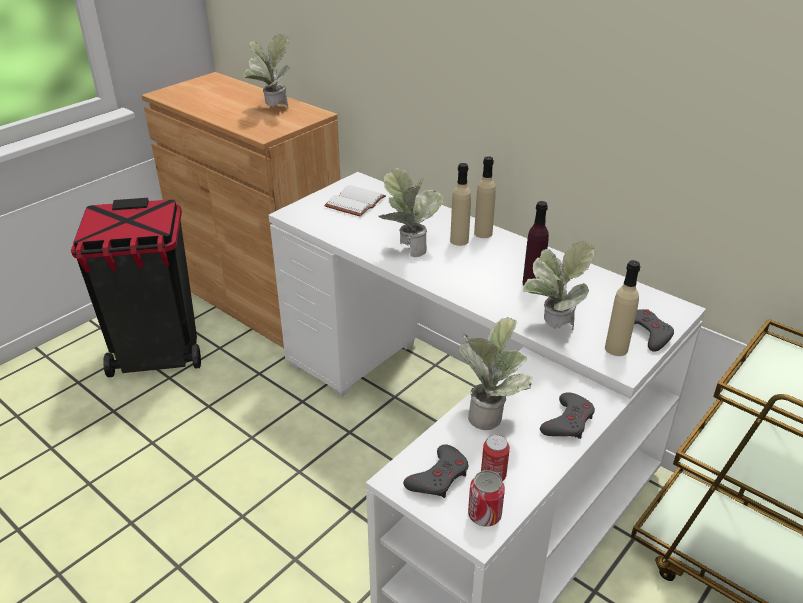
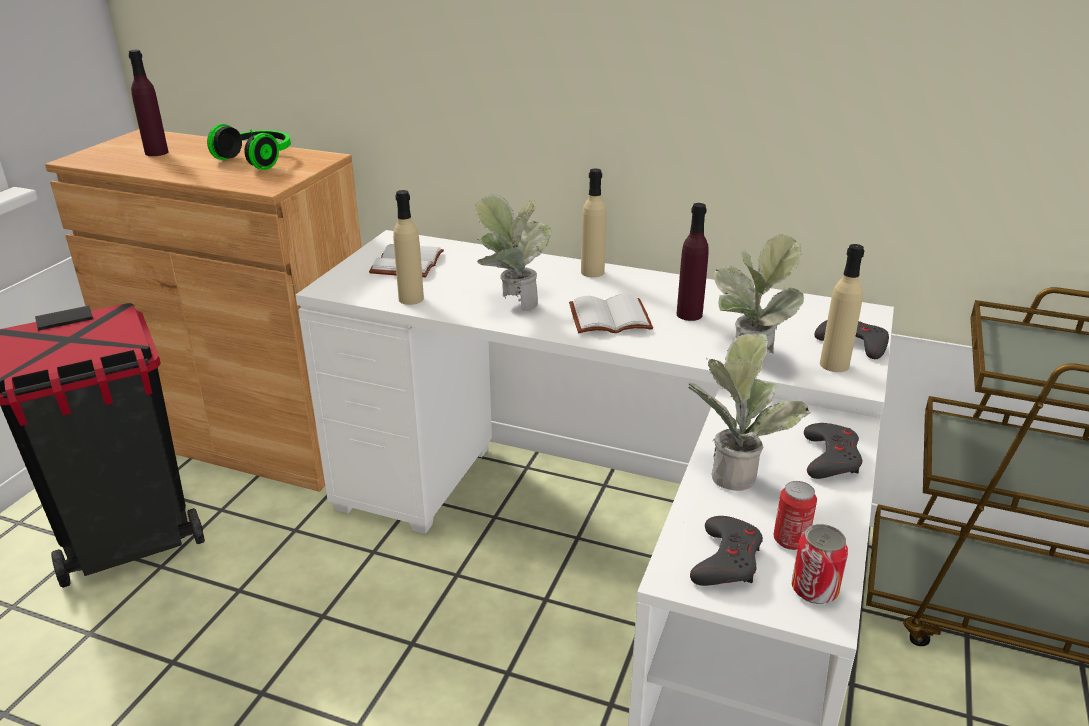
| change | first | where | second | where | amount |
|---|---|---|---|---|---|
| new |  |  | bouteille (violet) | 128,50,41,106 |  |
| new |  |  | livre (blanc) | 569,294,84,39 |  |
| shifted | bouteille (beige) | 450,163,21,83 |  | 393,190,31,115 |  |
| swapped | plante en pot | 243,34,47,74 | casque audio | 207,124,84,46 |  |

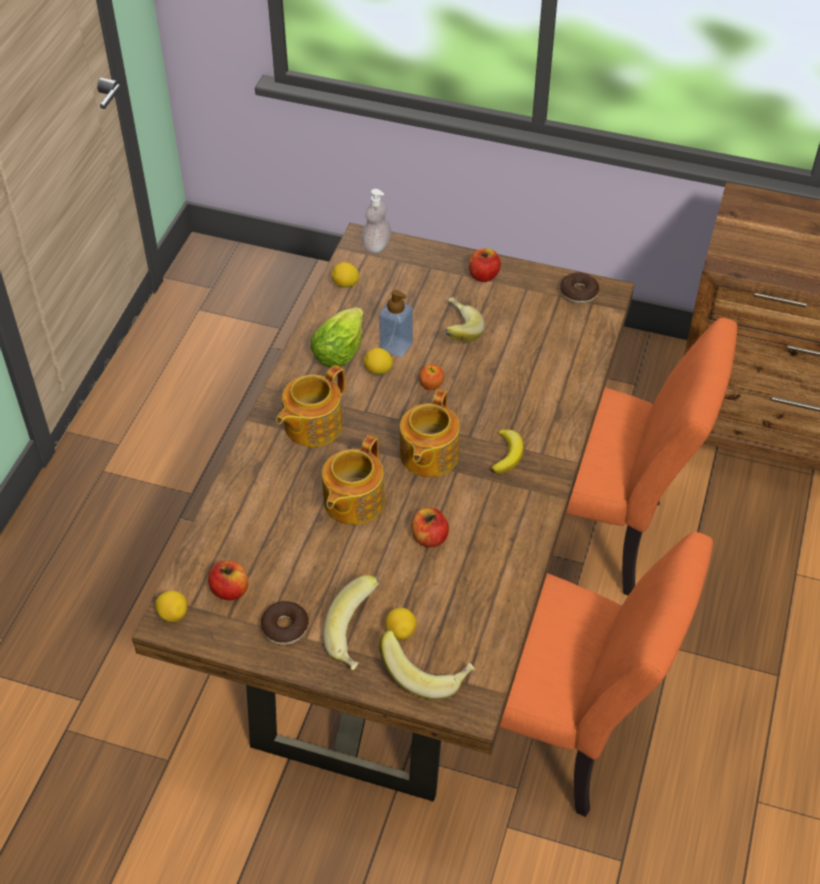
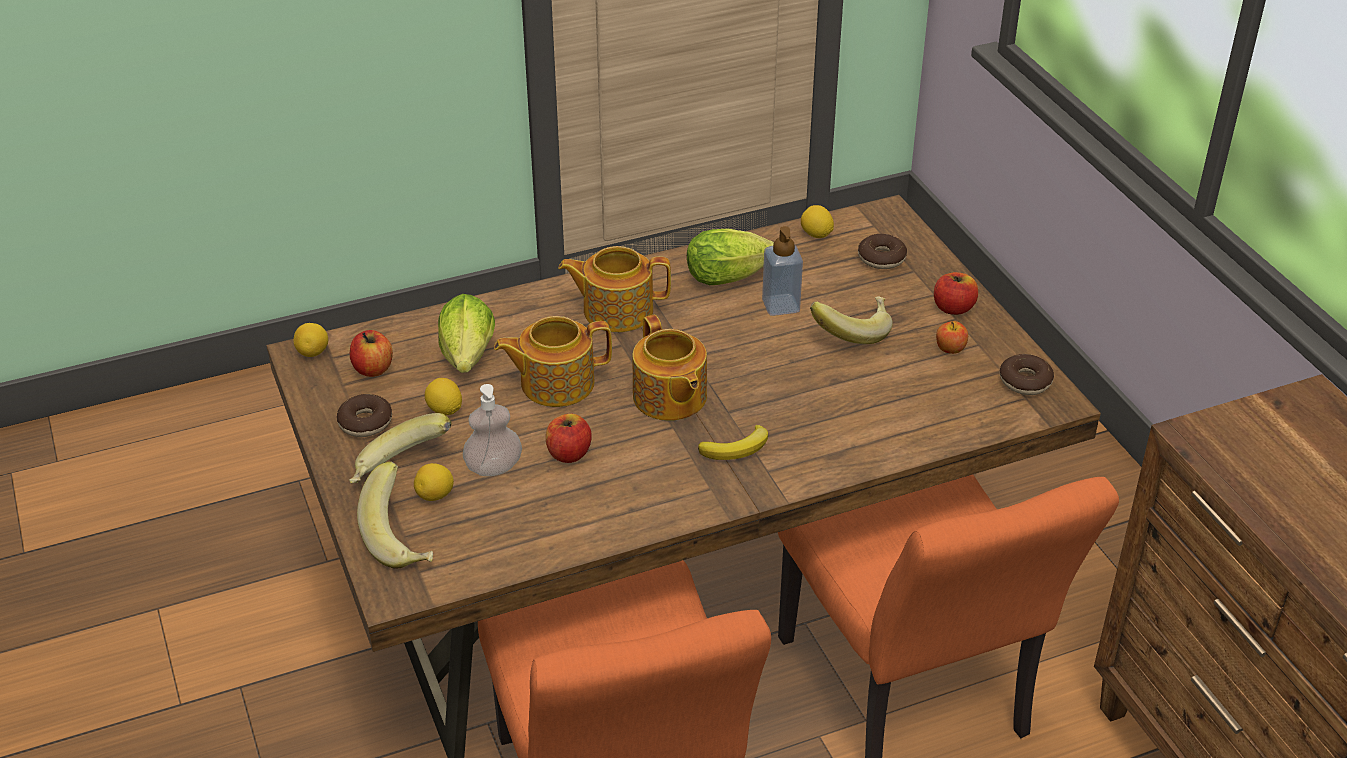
| change | first | where | second | where | amount |
|---|---|---|---|---|---|
| new |  |  | laitue | 438,294,57,79 |  |
| new |  |  | beignet | 858,234,49,35 |  |
| shifted | distributeur de savon | 362,189,29,64 |  | 463,384,59,92 |  |
| shifted | citron | 364,348,29,26 |  | 425,378,37,37 |  |
| shifted | pomme | 419,364,25,26 |  | 936,321,32,33 |  |
| rotated | théière | 400,389,60,88 |  | 632,315,75,106 | 90 degrees counterclockwise |

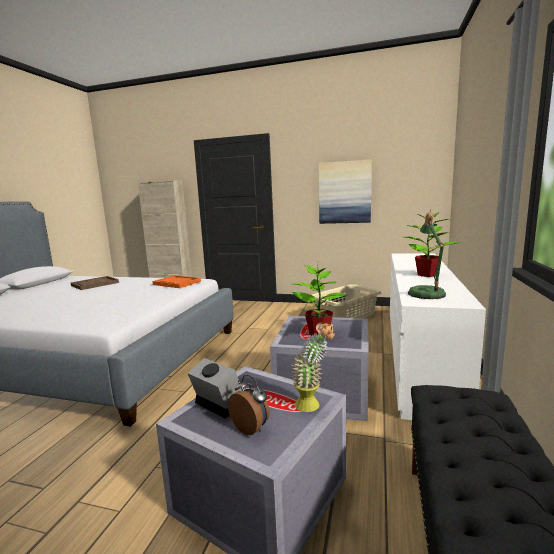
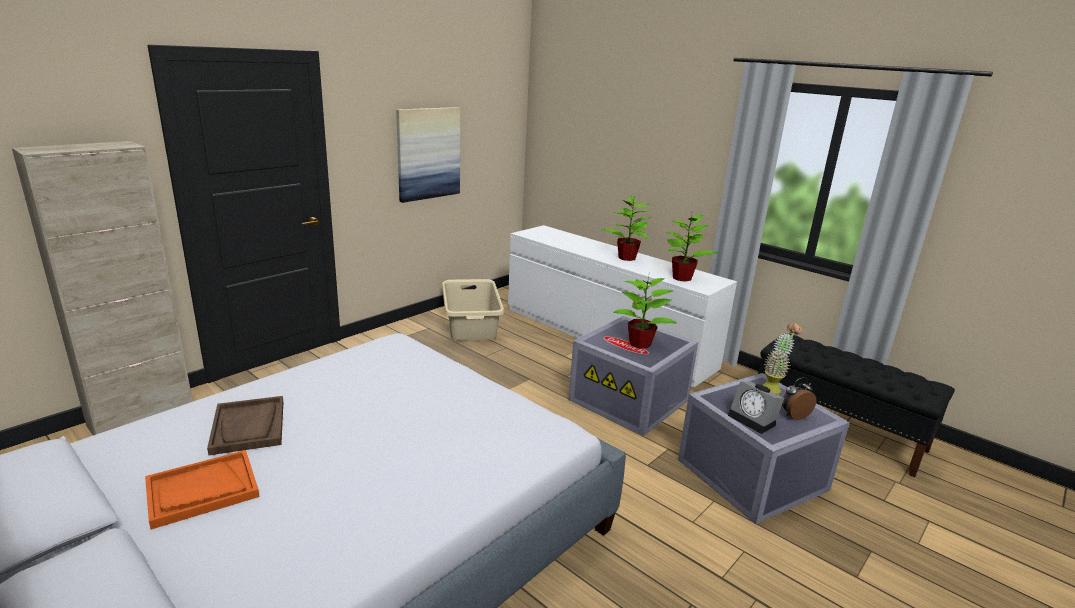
| change | first | where | second | where | amount |
|---|---|---|---|---|---|
| shifted | plateau (orange) | 152,275,49,13 |  | 145,450,115,79 |  |
| swapped | lampe de table | 408,212,38,87 | plante en pot | 666,214,52,68 |  |
| rotated | réveil | 188,358,54,60 |  | 728,381,56,53 | 105 degrees counterclockwise |

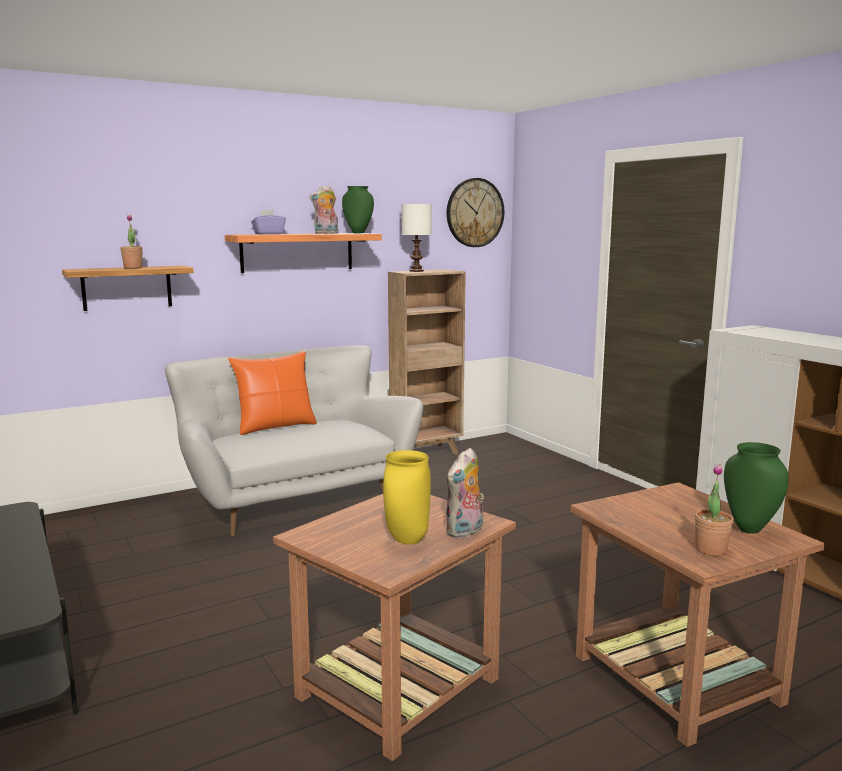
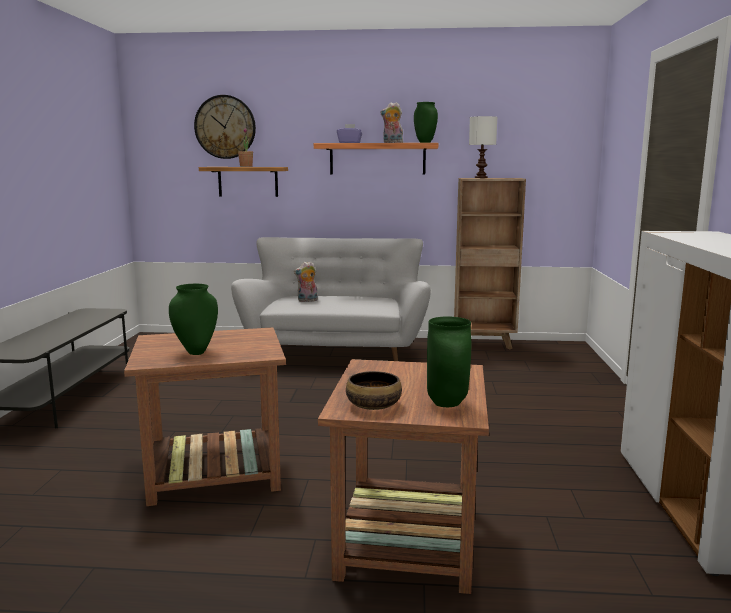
| change | first | where | second | where | amount |
|---|---|---|---|---|---|
| gone | coussin (orange) | 228,351,89,84 |  |  |  |
| shifted | peluche | 445,448,39,90 |  | 294,261,24,41 |  |
| shifted | horloge murale | 447,178,57,69 |  | 194,95,62,64 |  |
| swapped | plante en pot | 695,464,38,92 | bol | 346,371,56,39 |  |
| repainted | vase (jaune) | 383,450,48,94 | vase (vert) | 169,284,49,71 |  |

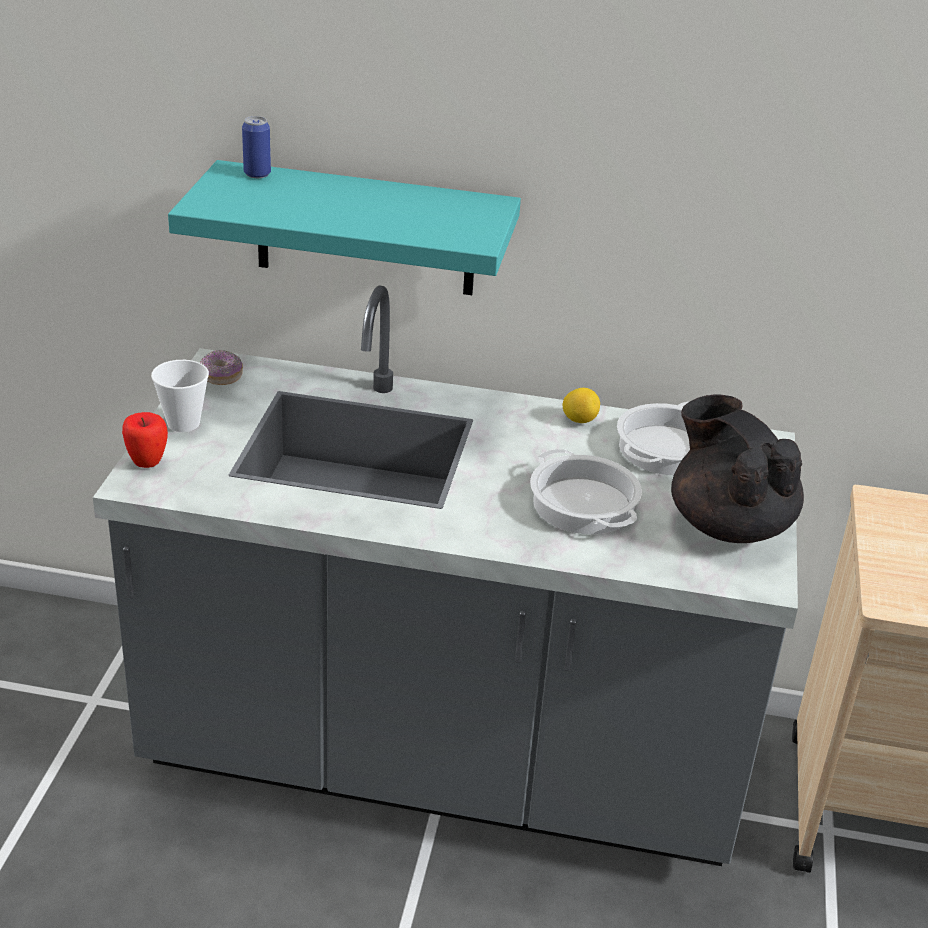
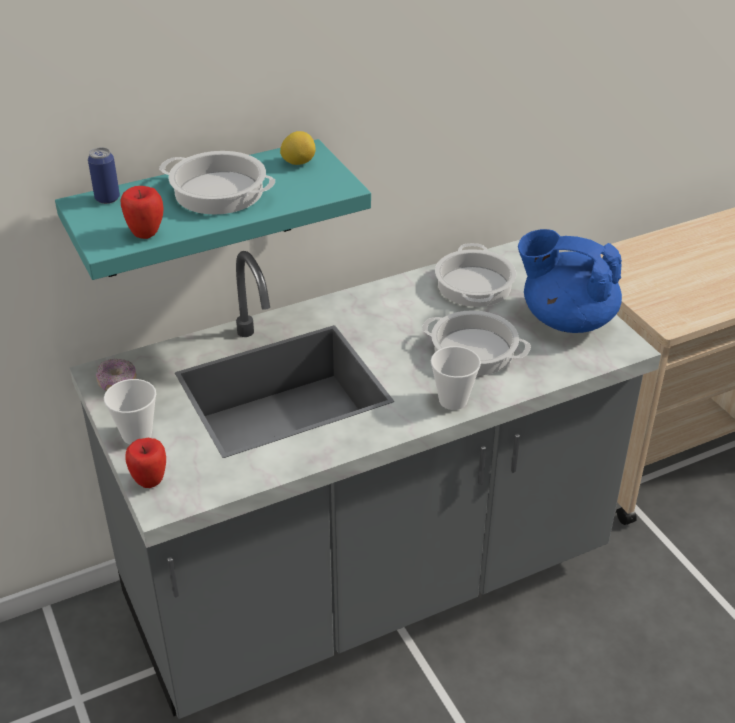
| change | first | where | second | where | amount |
|---|---|---|---|---|---|
| new |  |  | pomme | 121,186,42,53 |  |
| new |  |  | marmite | 159,151,116,64 |  |
| new |  |  | tasse | 431,346,50,64 |  |
| shifted | citron | 563,388,37,35 |  | 280,131,36,34 |  |
| repainted | théière (noir) | 671,394,133,149 | théière (bleu) | 518,229,104,104 |  |

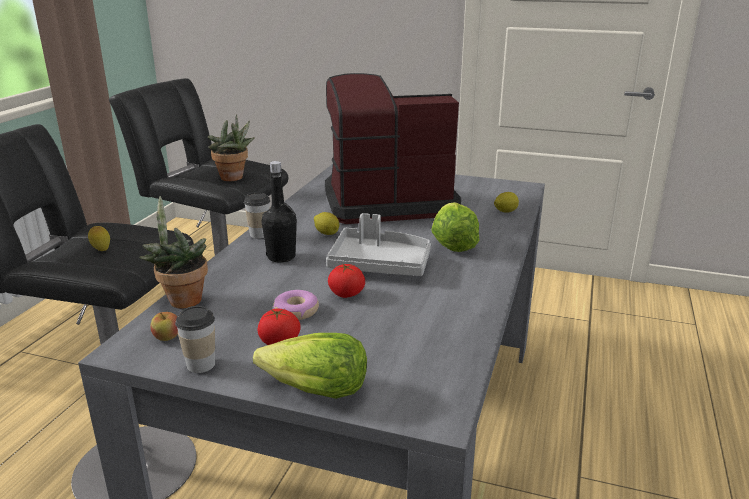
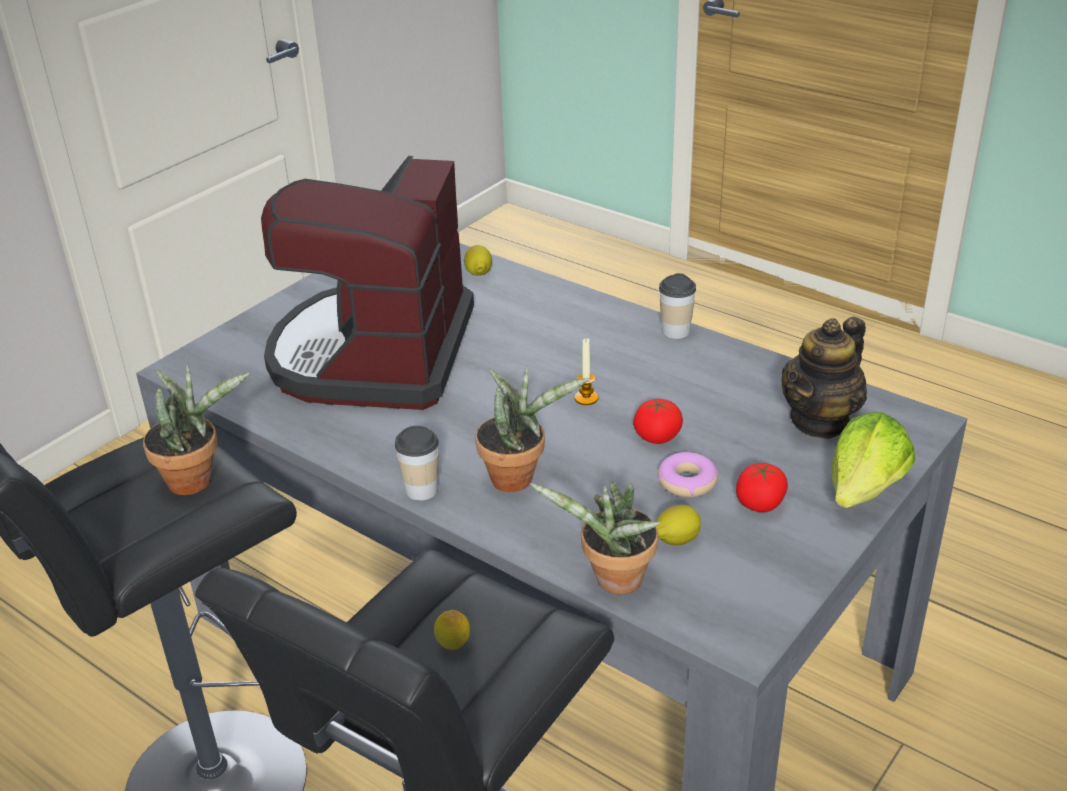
| change | first | where | second | where | amount |
|---|---|---|---|---|---|
| gone | pomme | 150,312,28,29 |  |  |  |
| gone | laitue | 431,202,49,50 |  |  |  |
| new |  |  | théière | 782,317,85,122 |  |
| shifted | tasse | 175,306,40,67 |  | 659,273,37,66 |  |
| shifted | citron | 314,212,25,23 |  | 656,505,45,40 |  |
| swapped | bouteille (noir) | 261,161,36,102 | plante en pot | 475,366,114,126 |  |
| swapped | plateau (gris) | 326,213,105,63 | bougie | 574,338,25,67 |  |

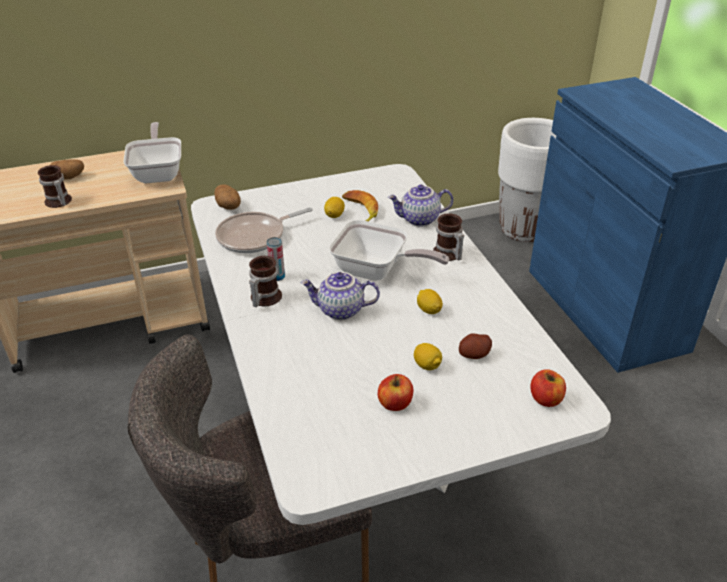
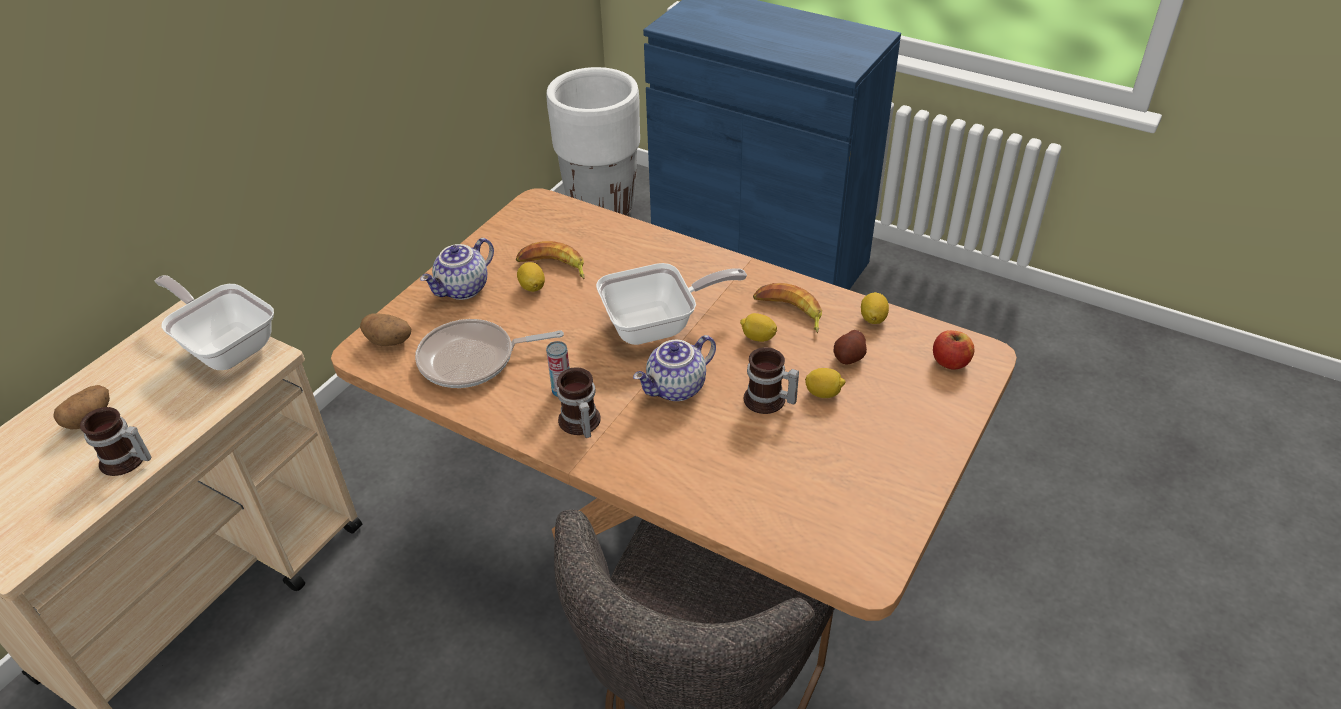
| change | first | where | second | where | amount |
|---|---|---|---|---|---|
| gone | pomme | 378,374,35,37 |  |  |  |
| new |  |  | banane | 753,283,69,50 |  |
| new |  |  | citron | 861,292,28,32 |  |
| shifted | théière | 388,185,65,42 |  | 420,238,74,62 |  |
| shifted | mug | 433,213,31,48 |  | 744,347,55,67 |  |
| repainted | table à manger (blanc) | 191,164,420,361 | table à manger (marron) | 331,188,686,433 |  |
| rotated | poêle | 215,207,98,46 |  | 415,319,149,69 | 60 degrees clockwise |

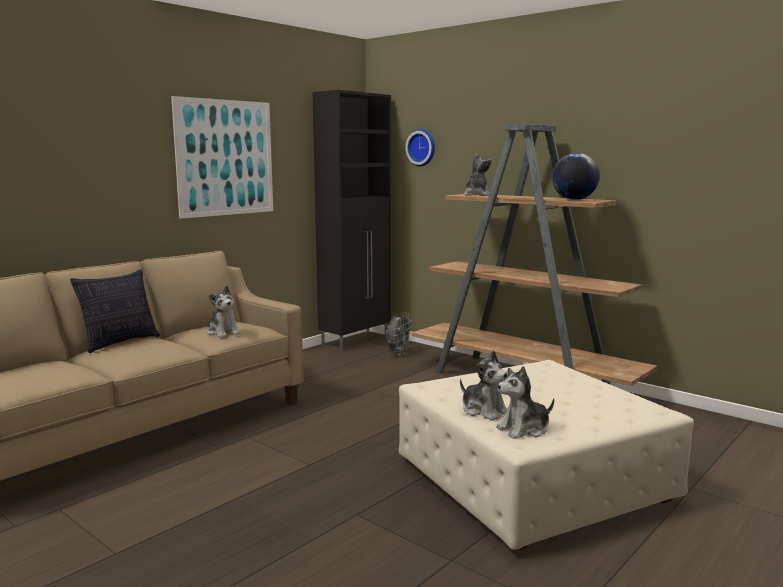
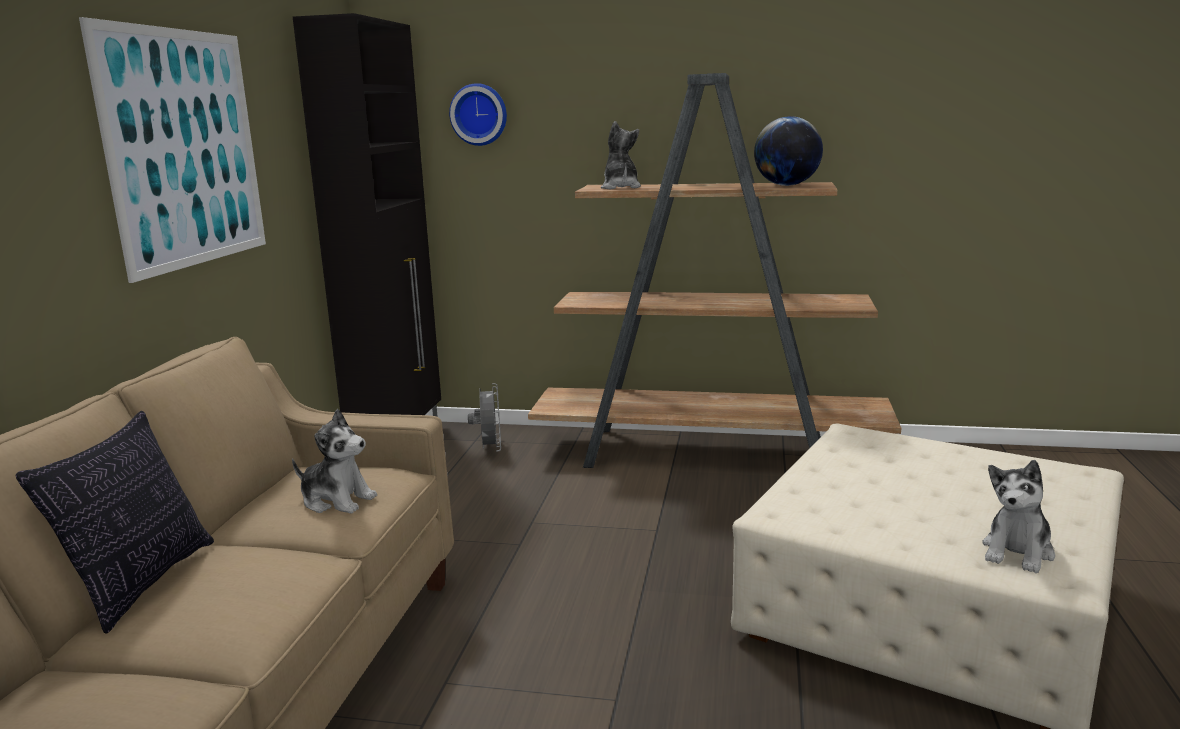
| change | first | where | second | where | amount |
|---|---|---|---|---|---|
| gone | peluche | 460,350,48,71 |  |  |  |

